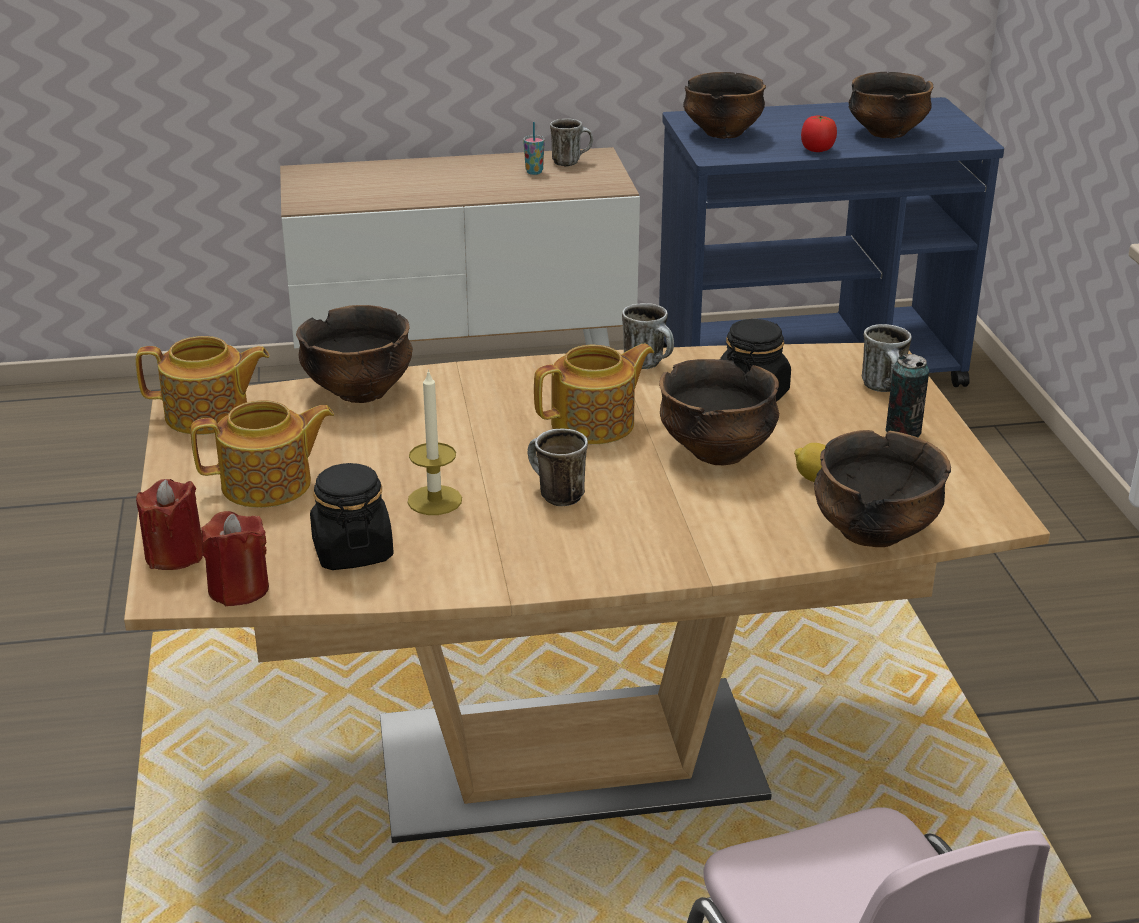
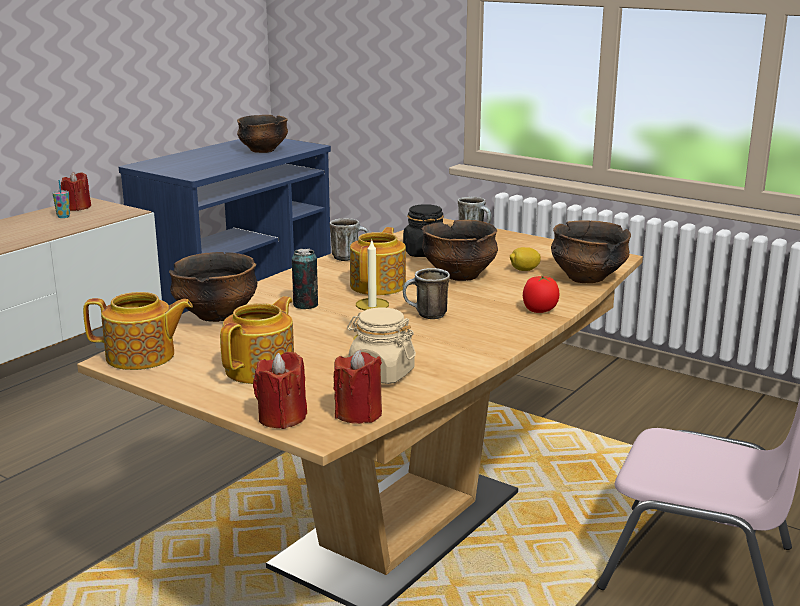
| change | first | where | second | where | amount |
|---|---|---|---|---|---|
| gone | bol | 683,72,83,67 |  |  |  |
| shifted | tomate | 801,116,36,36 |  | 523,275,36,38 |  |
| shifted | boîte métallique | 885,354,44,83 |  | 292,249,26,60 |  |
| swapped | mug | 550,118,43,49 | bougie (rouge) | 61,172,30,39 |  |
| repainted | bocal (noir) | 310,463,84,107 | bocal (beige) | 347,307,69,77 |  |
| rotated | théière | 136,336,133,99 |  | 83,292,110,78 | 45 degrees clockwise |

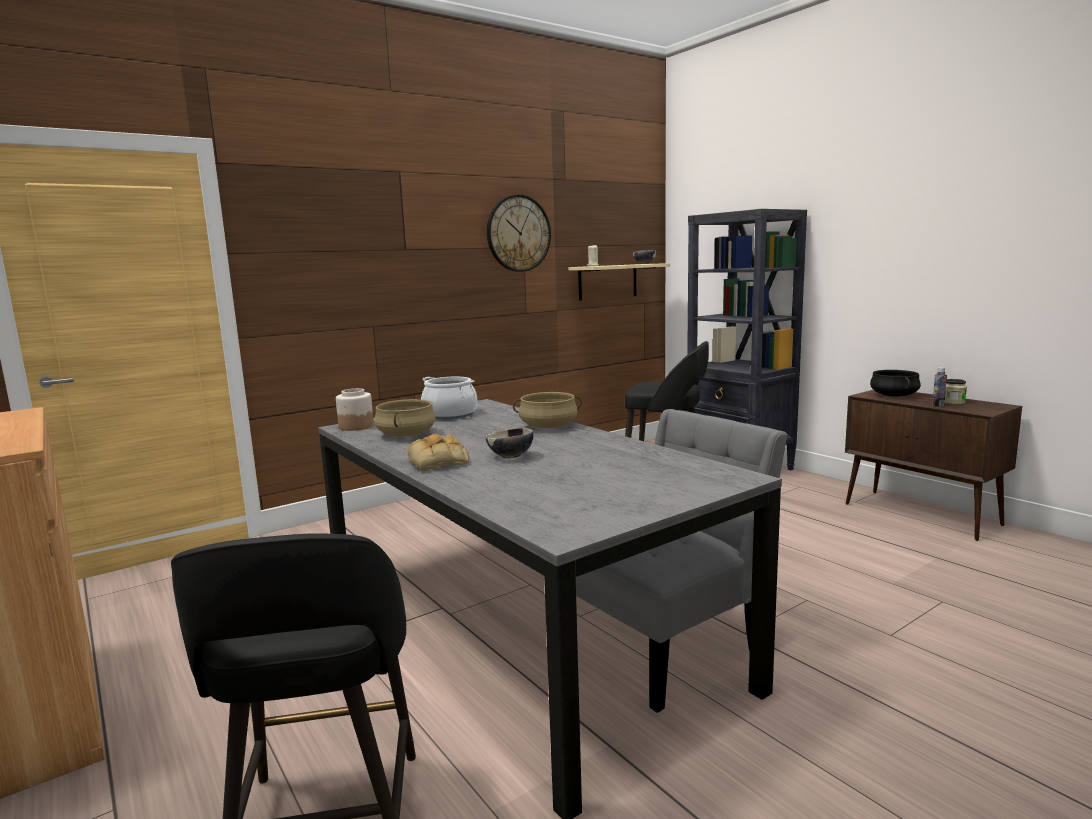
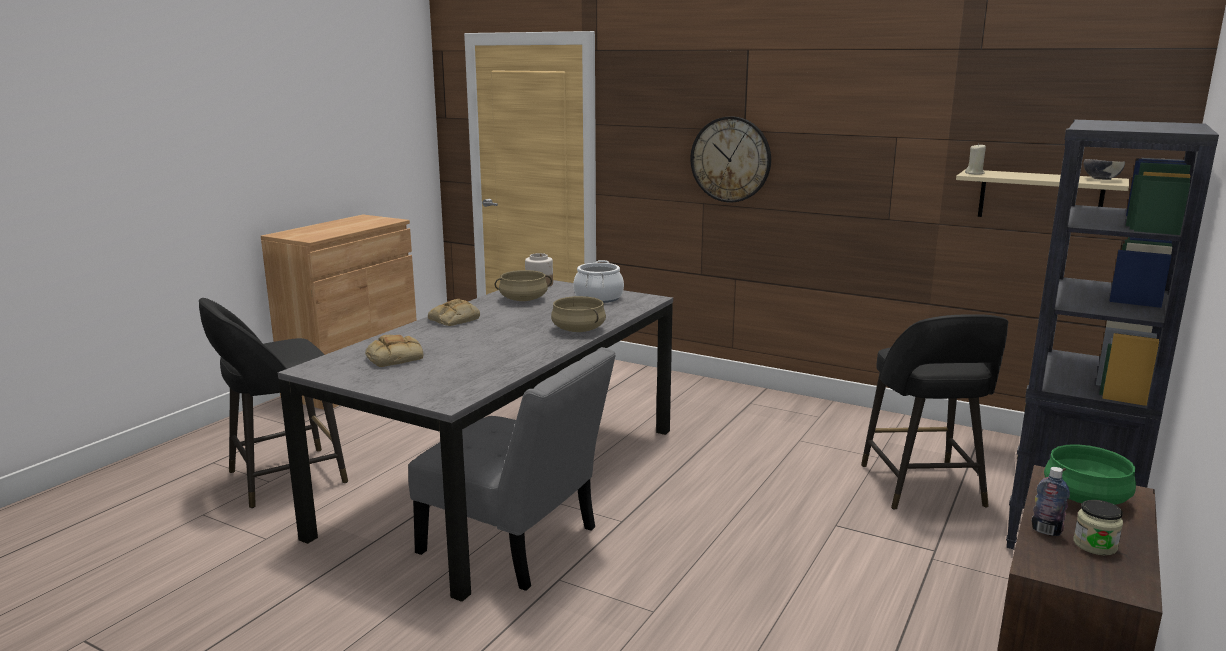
| change | first | where | second | where | amount |
|---|---|---|---|---|---|
| gone | bol | 486,428,48,30 |  |  |  |
| new |  |  | pain | 365,335,58,32 |  |
| shifted | horloge murale | 487,195,64,77 |  | 690,116,81,87 |  |
| repainted | marmite (noir) | 870,370,51,27 | marmite (vert) | 1044,444,92,61 |  |

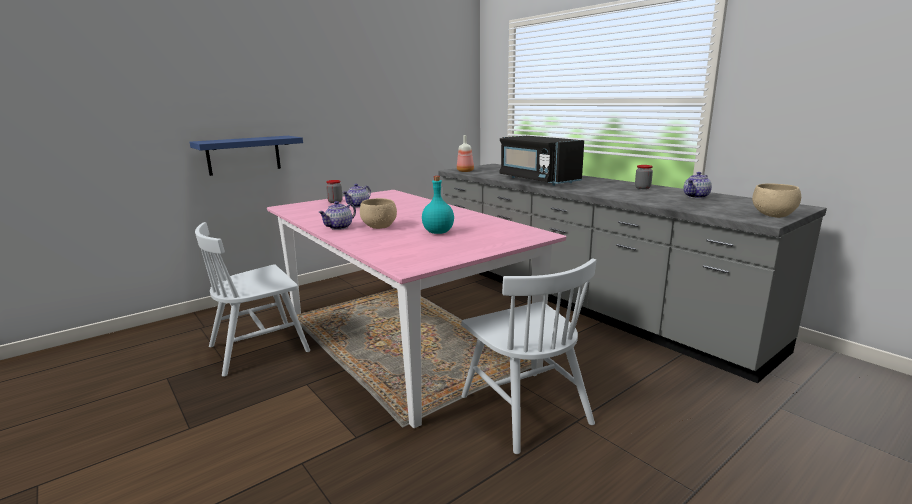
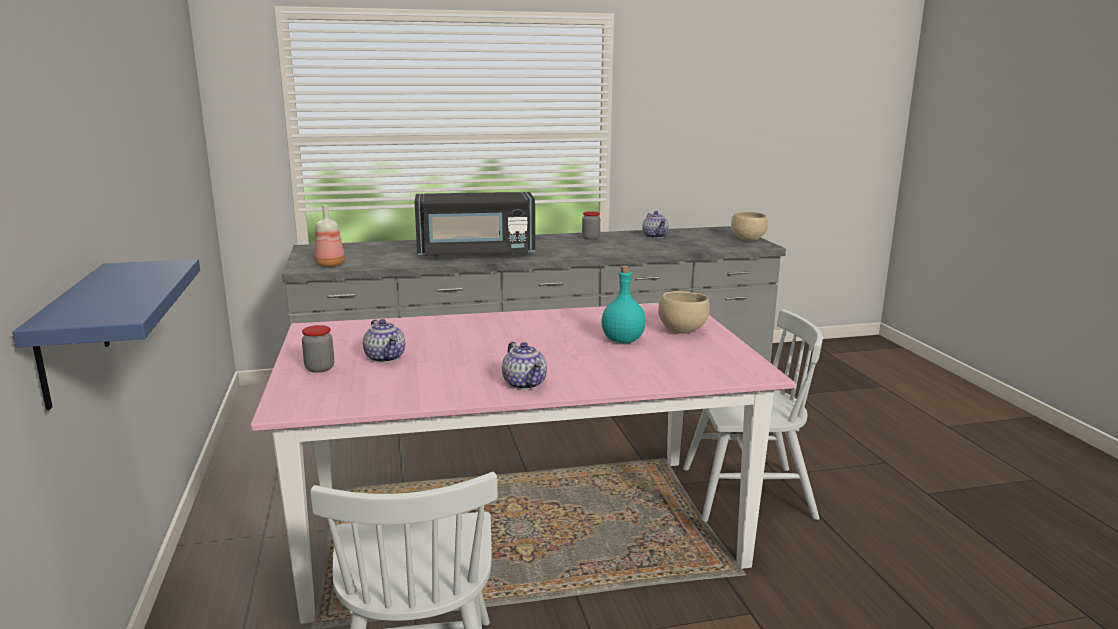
| change | first | where | second | where | amount |
|---|---|---|---|---|---|
| shifted | bol (beige) | 360,198,37,31 |  | 658,291,52,43 |  |

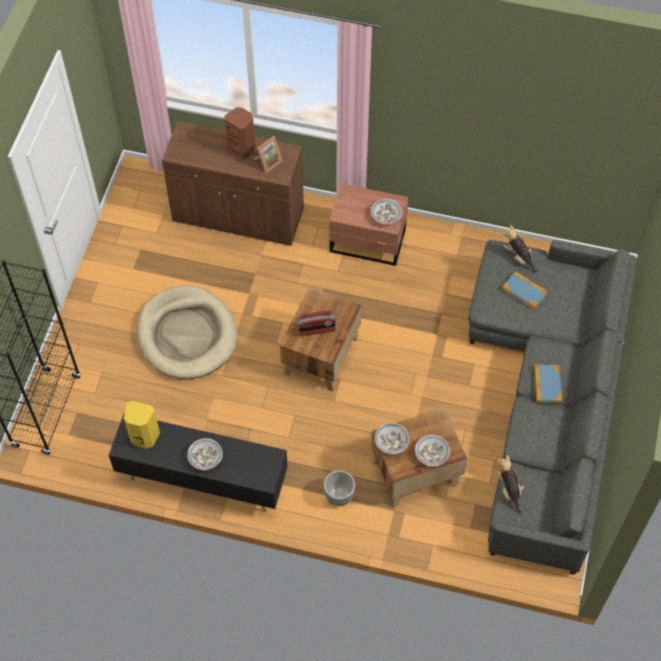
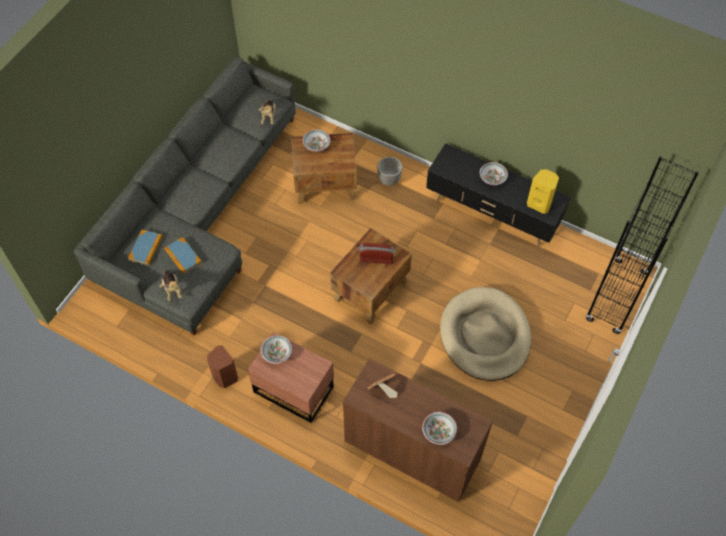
| change | first | where | second | where | amount |
|---|---|---|---|---|---|
| shifted | enceinte (marron) | 225,108,30,51 |  | 207,345,31,43 |  |
| shifted | bol | 375,423,34,31 |  | 422,412,35,33 |  |
| shifted | livre | 534,365,28,38 |  | 128,230,34,35 |  |

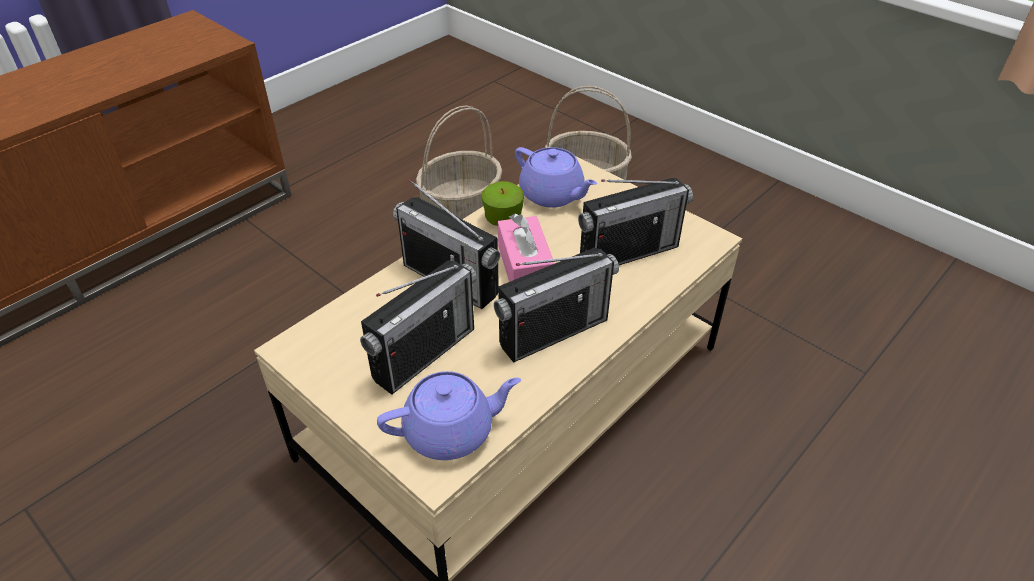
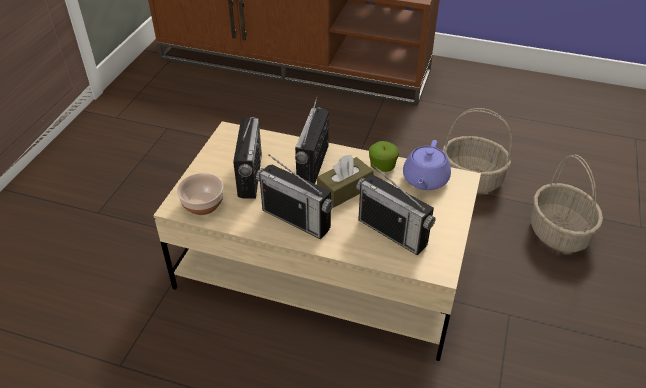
| change | first | where | second | where | amount |
|---|---|---|---|---|---|
| swapped | théière (violet) | 377,371,144,89 | bol | 177,173,46,42 |  |
| repainted | boîte à mouchoirs (rose) | 498,214,57,68 | boîte à mouchoirs (marron) | 317,155,57,53 |  |
| rotated | radio | 360,261,117,134 |  | 233,117,29,82 | 105 degrees counterclockwise |

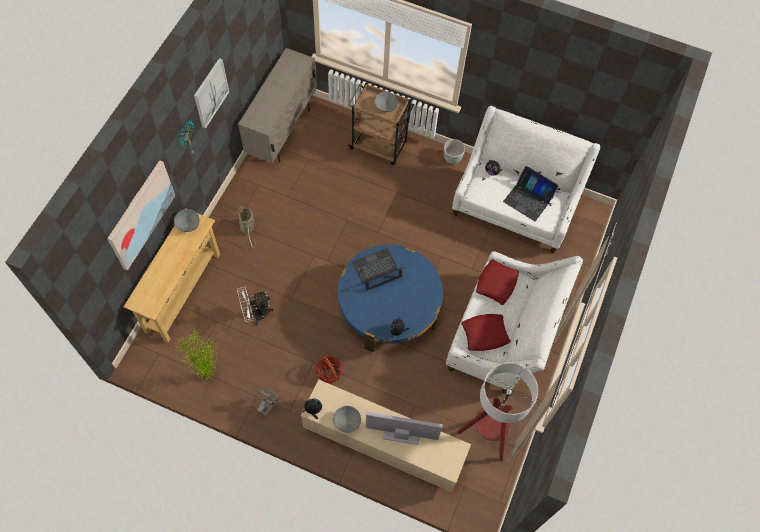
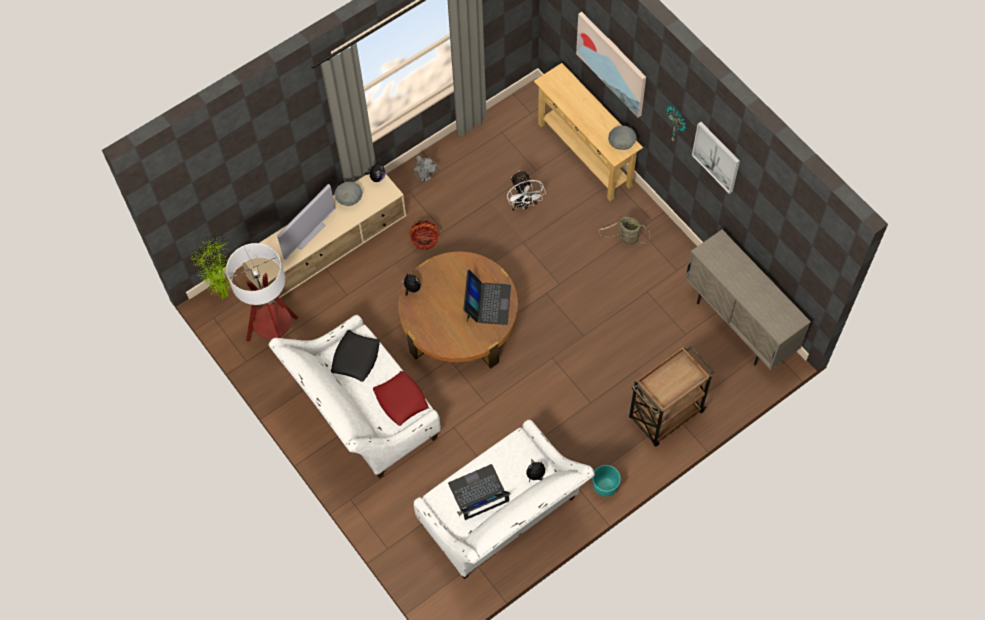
| change | first | where | second | where | amount |
|---|---|---|---|---|---|
| gone | bol (gris) | 374,92,24,20 |  |  |  |
| shifted | plante en pot | 175,330,44,50 |  | 190,238,43,62 |  |
| repainted | table basse (bleu) | 338,245,105,107 | table basse (marron) | 398,252,120,117 |  |
| repainted | cache-pot (gris) | 444,139,21,25 | cache-pot (turquoise) | 592,465,29,31 |  |
| repainted | coussin (rouge) | 461,314,50,37 | coussin (noir) | 331,330,49,52 |  |
| rotated | ventilateur (blanc) | 237,287,37,39 |  | 507,171,39,40 | 150 degrees clockwise |

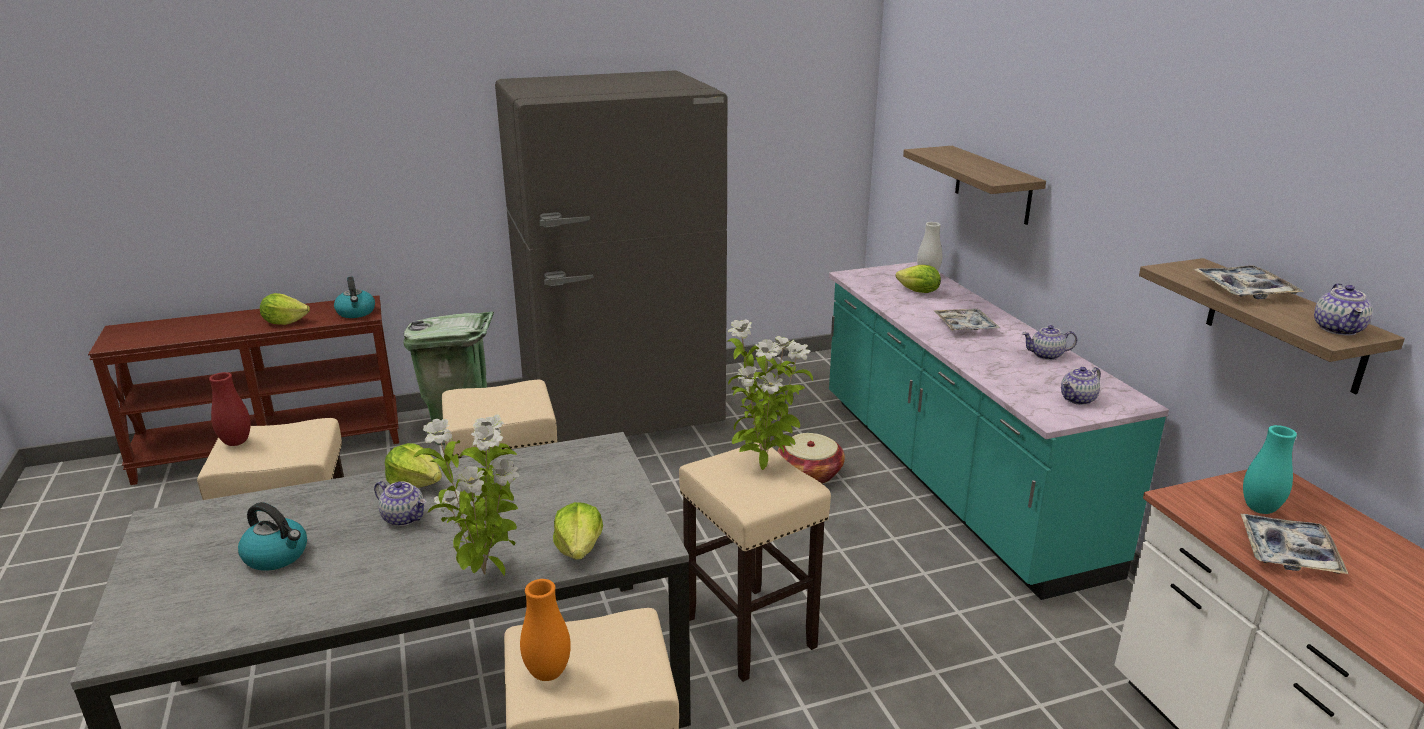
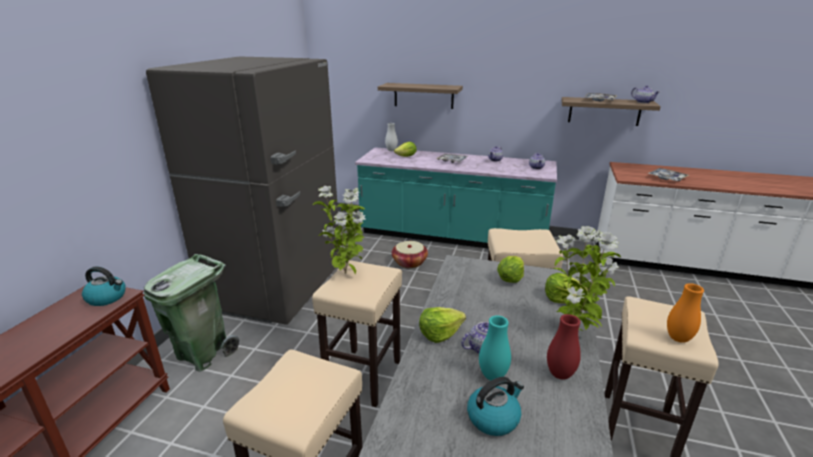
| change | first | where | second | where | amount |
|---|---|---|---|---|---|
| shifted | vase (rouge) | 209,372,42,74 |  | 547,314,34,65 |  |
| shifted | laitue | 260,293,50,32 |  | 497,256,27,27 |  |
| shifted | plante en pot | 728,320,85,150 |  | 313,186,53,88 |  |
| shifted | vase (turquoise) | 1243,425,54,89 |  | 479,315,32,65 |  |

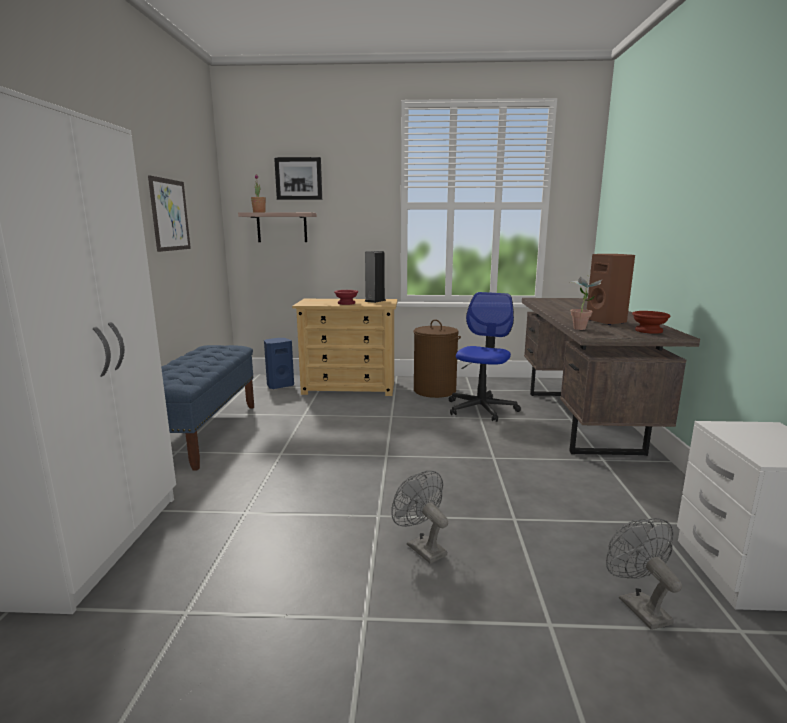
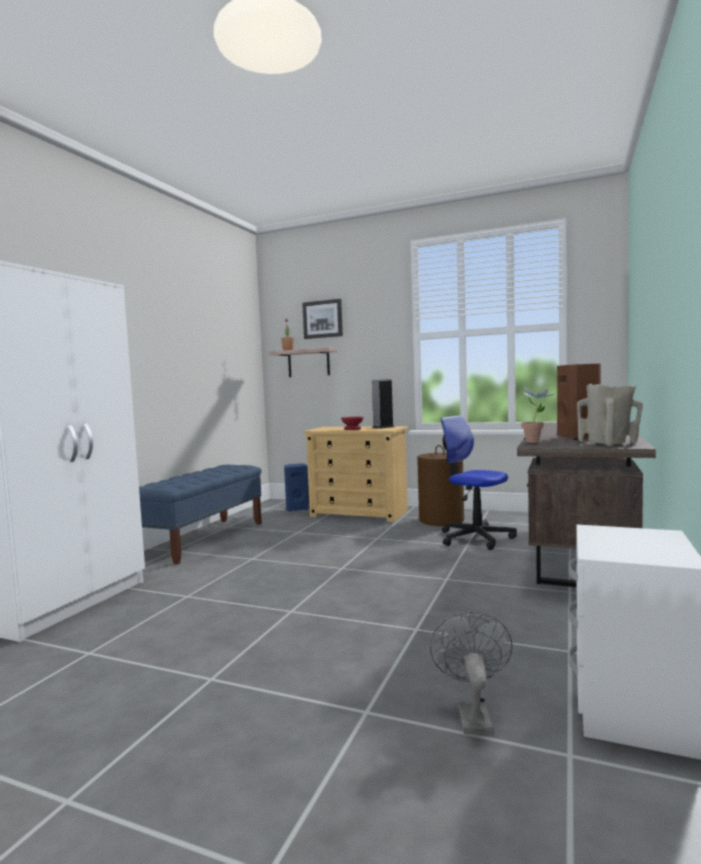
| change | first | where | second | where | amount |
|---|---|---|---|---|---|
| gone | tableau | 148,175,43,77 |  |  |  |
| gone | ventilateur (gris) | 391,471,57,93 |  |  |  |
| swapped | bol (marron) | 632,311,38,23 | vase (beige) | 577,384,66,62 |  |
| rotated | chaise de bureau | 449,292,72,130 |  | 441,415,76,135 | 90 degrees counterclockwise |

